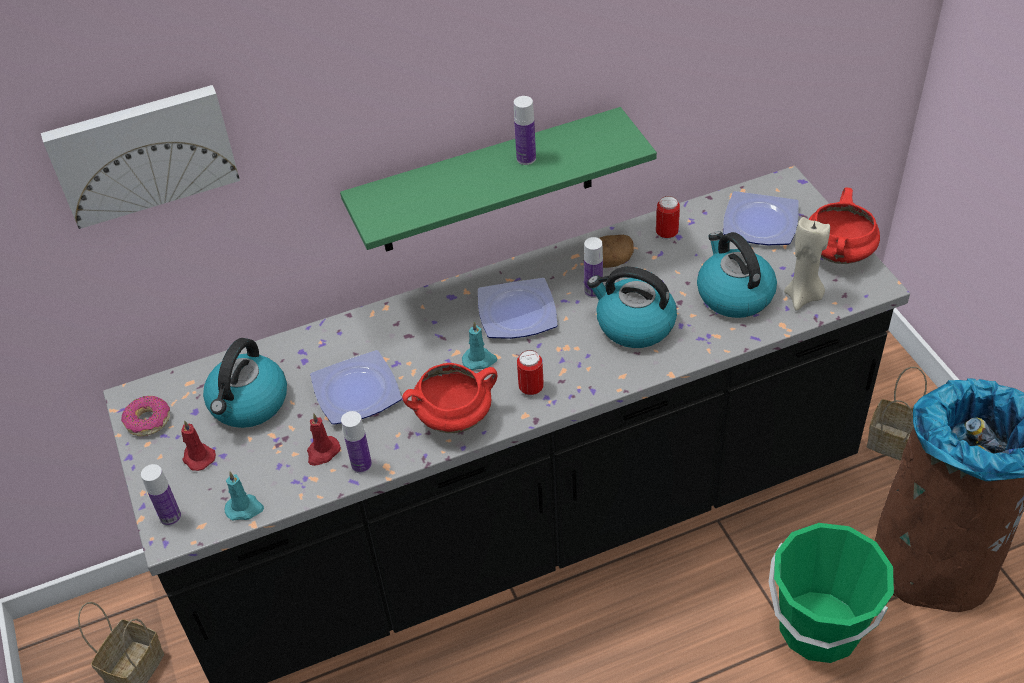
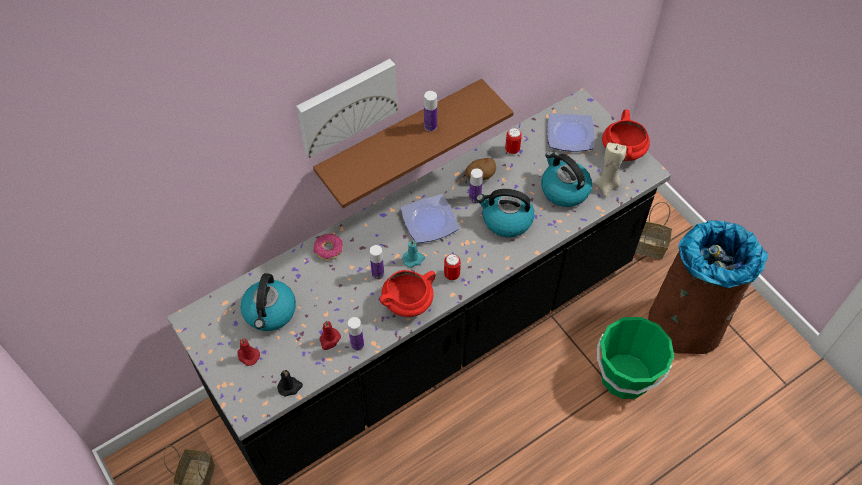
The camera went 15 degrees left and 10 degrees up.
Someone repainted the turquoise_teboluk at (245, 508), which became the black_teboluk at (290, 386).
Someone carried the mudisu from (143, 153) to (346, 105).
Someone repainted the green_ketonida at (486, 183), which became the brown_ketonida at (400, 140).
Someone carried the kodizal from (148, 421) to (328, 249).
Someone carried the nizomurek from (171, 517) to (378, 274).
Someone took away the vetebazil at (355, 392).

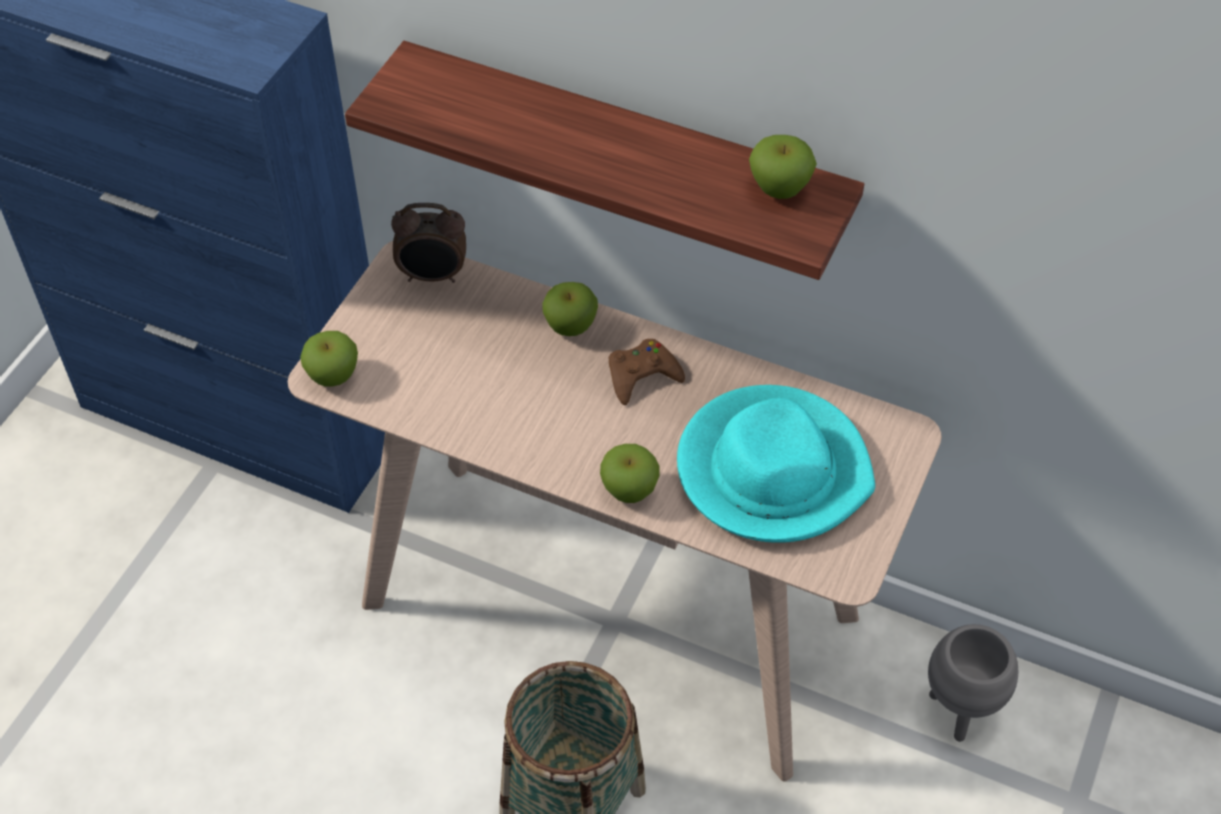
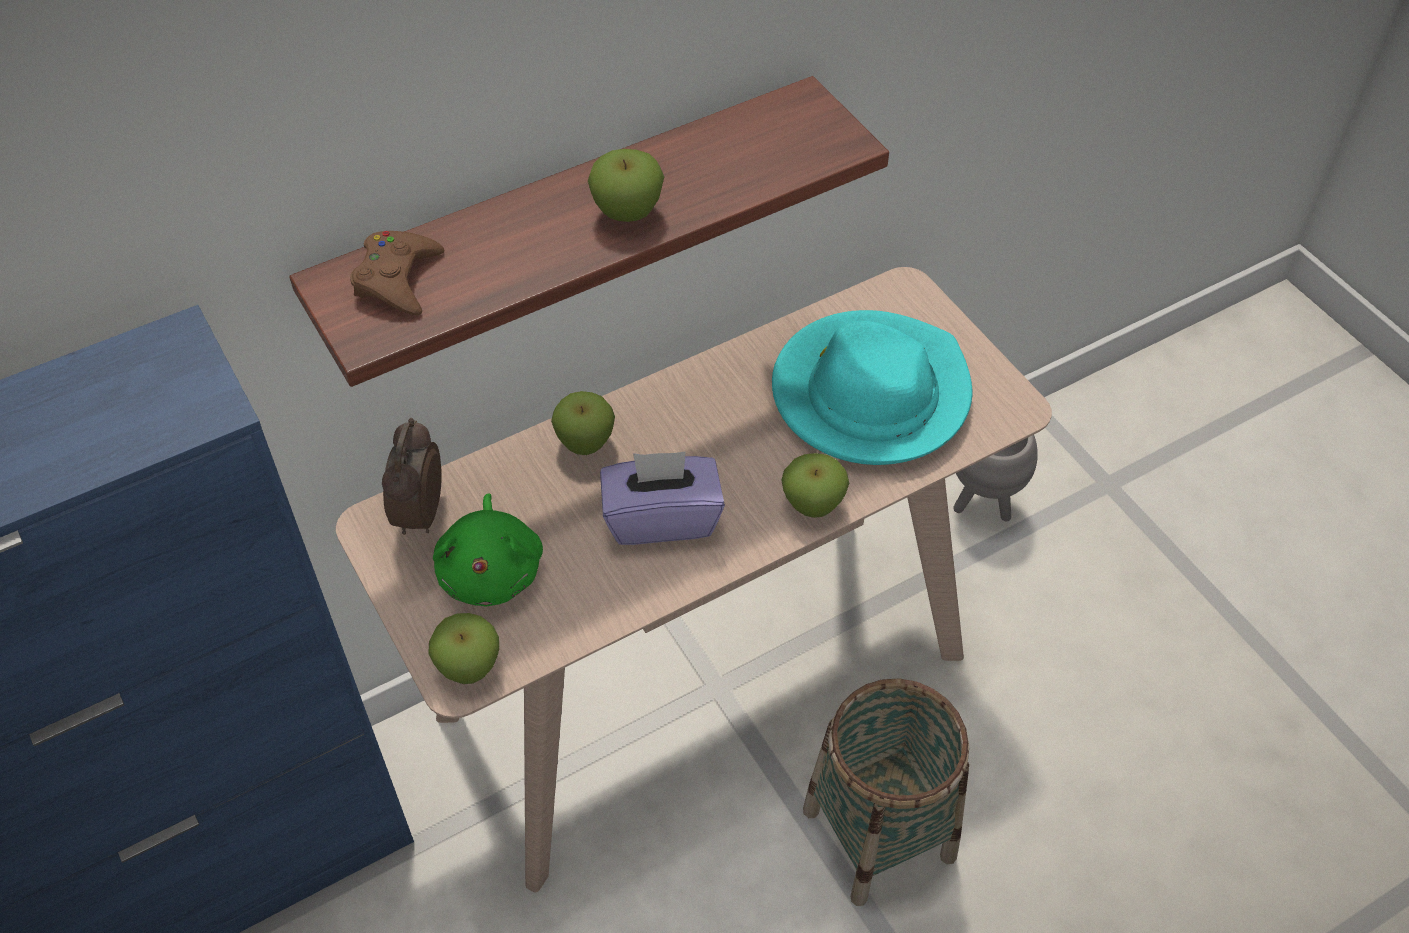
The camera went 55 degrees left and 0 degrees up.
Someone carried the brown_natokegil from (642, 375) to (397, 279).
Someone rotated the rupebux at (433, 276) by 150 degrees clockwise.
Someone put down the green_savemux at (492, 571).
Someone carried the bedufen from (779, 189) to (627, 212).
Someone put down the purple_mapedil at (662, 518).

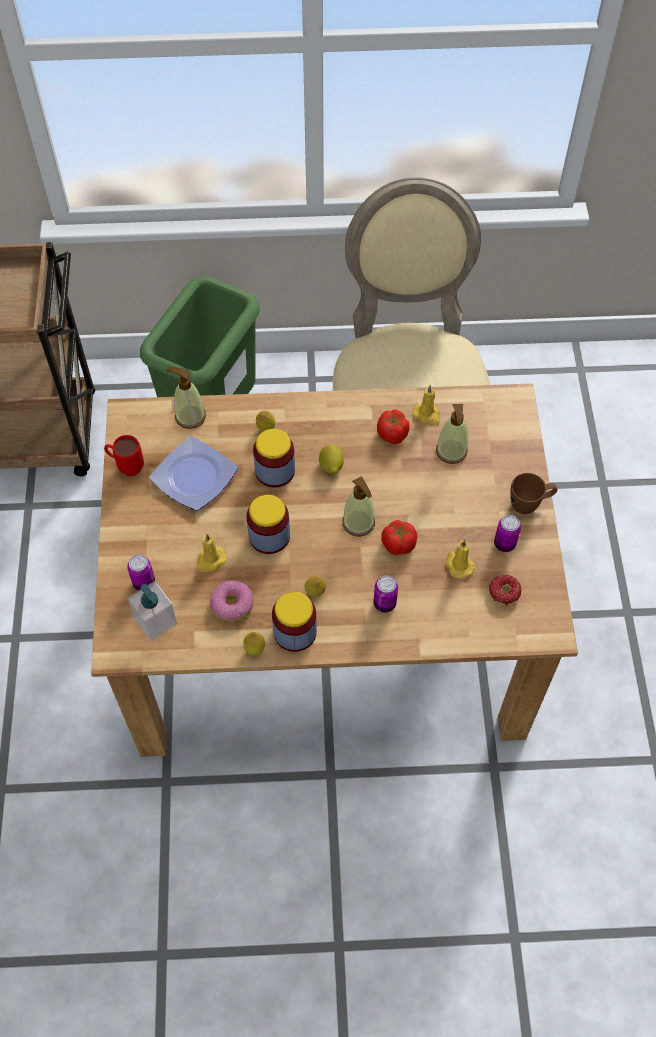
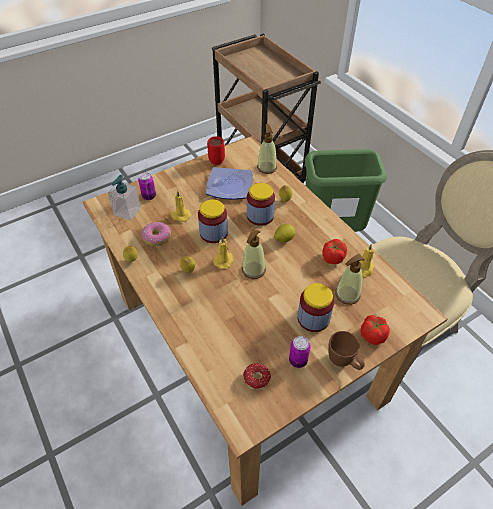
The camera went 60 degrees right and 10 degrees down.
Someone carried the yellow_teboluk from (458, 565) to (224, 261).
Someone carried the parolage from (295, 632) to (313, 318).
Someone carried the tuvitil from (398, 544) to (372, 335).
Someone took away the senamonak at (384, 603).

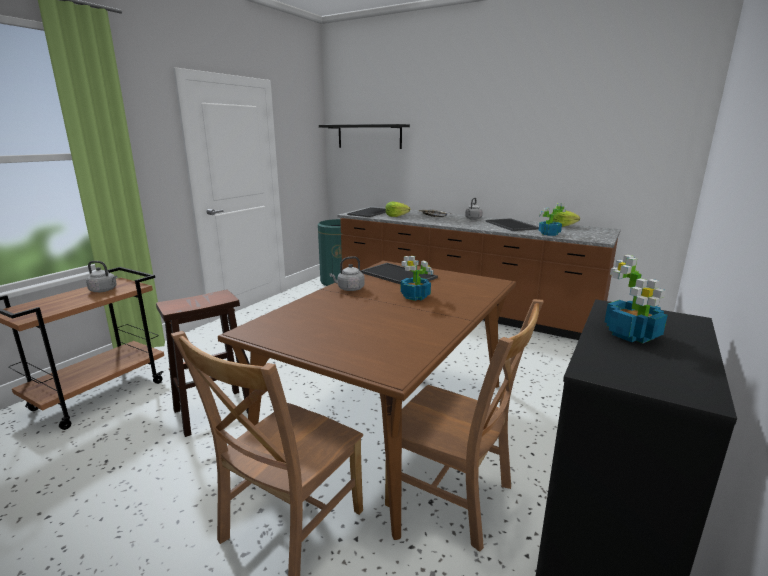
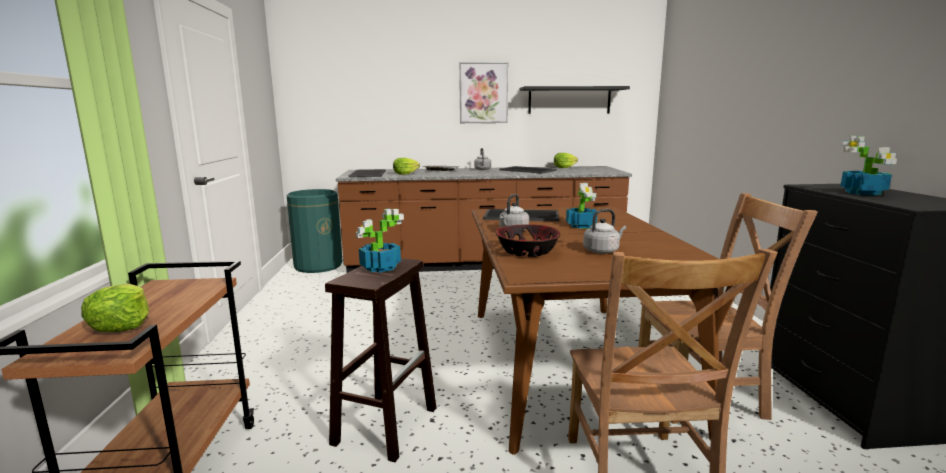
The camera went 35 degrees left and 5 degrees down.
Someone put down the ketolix at (122, 325).
Someone carried the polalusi from (548, 234) to (379, 267).
Someone put up the mudisu at (483, 93).
Someone put down the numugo at (527, 252).
Someone carried the black_ketonida from (369, 136) to (569, 100).
Someone carried the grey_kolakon from (104, 290) to (602, 251).

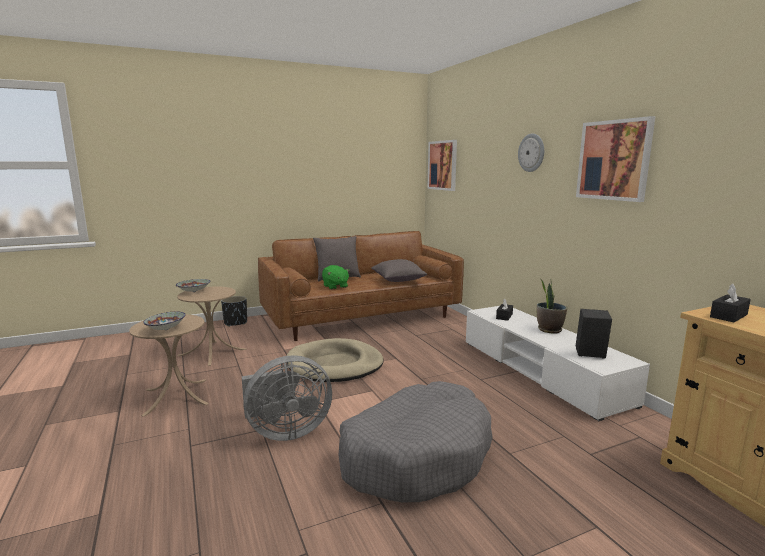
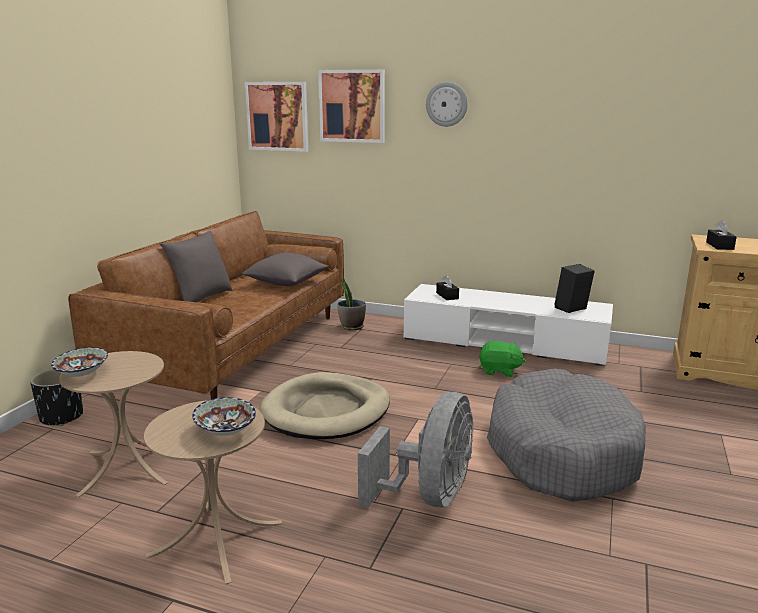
The camera went 45 degrees left and 5 degrees up.
Someone carried the mudisu from (614, 160) to (352, 106).
Someone carried the polalusi from (549, 330) to (351, 327).
Someone carried the green_savemux from (335, 286) to (499, 371).

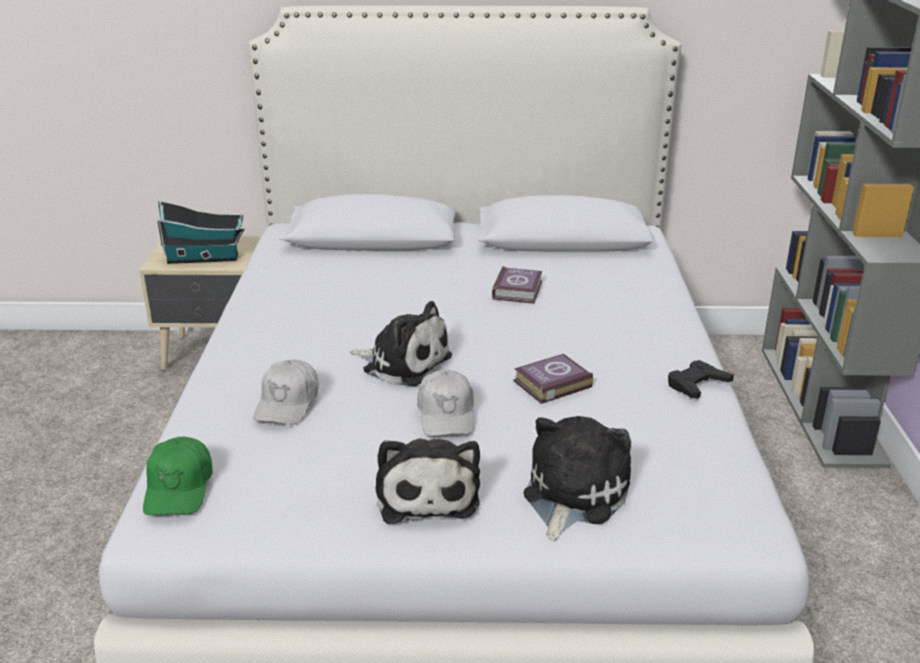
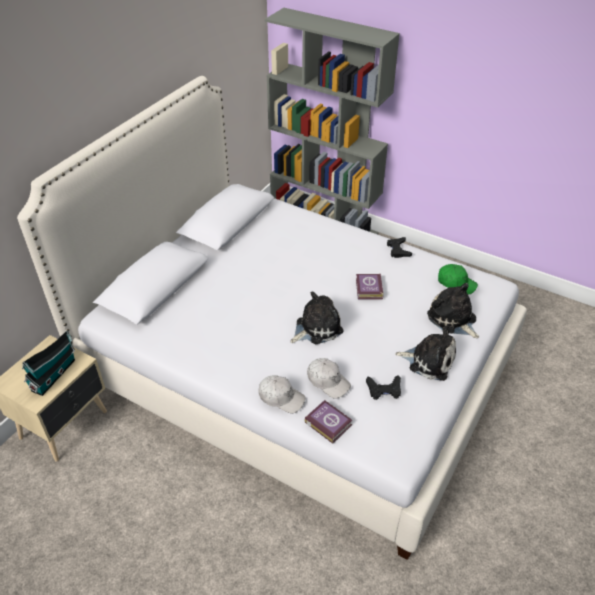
The camera went 60 degrees left and 15 degrees up.
Someone carried the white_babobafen from (446, 414) to (281, 397).
Someone carried the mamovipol from (518, 290) to (328, 423).
Someone put down the black_natokegil at (384, 390).
Someone carried the green_babobafen from (179, 488) to (456, 283).

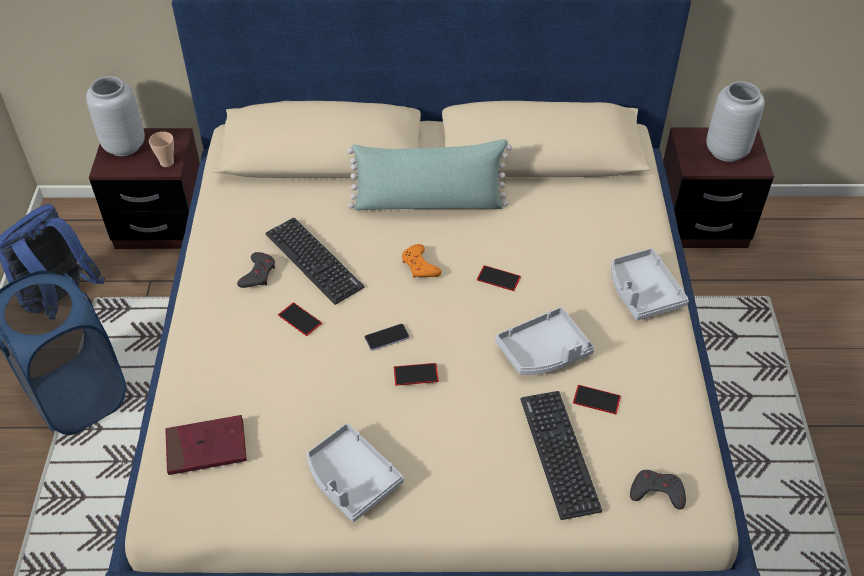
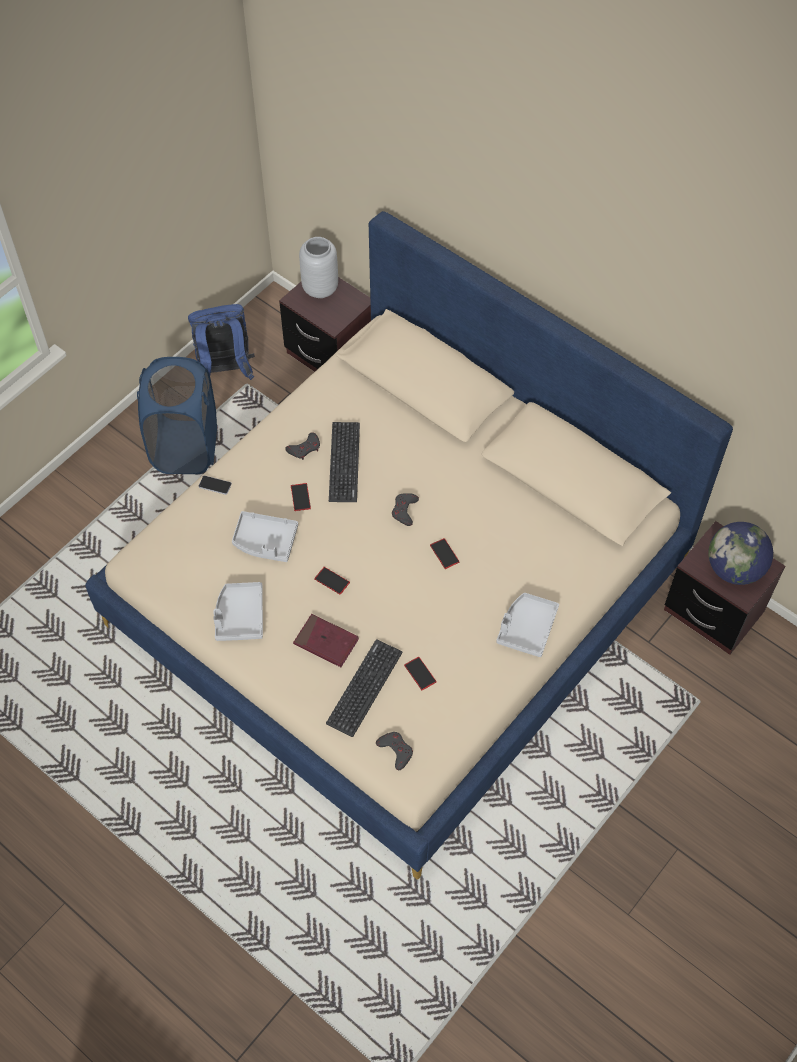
The camera went 40 degrees right and 10 degrees up.
Someone carried the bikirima from (387, 337) to (215, 485).
Someone carried the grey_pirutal from (544, 352) to (265, 541).
Someone carried the red_mamovipol from (206, 447) to (326, 642).
Someone repainted the orange_natokegil at (420, 266), which became the grey_natokegil at (404, 510).
Someone swapped the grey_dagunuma at (726, 152) for the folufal at (734, 569).
Someone took away the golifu at (167, 162).
Someone took away the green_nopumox at (429, 203).

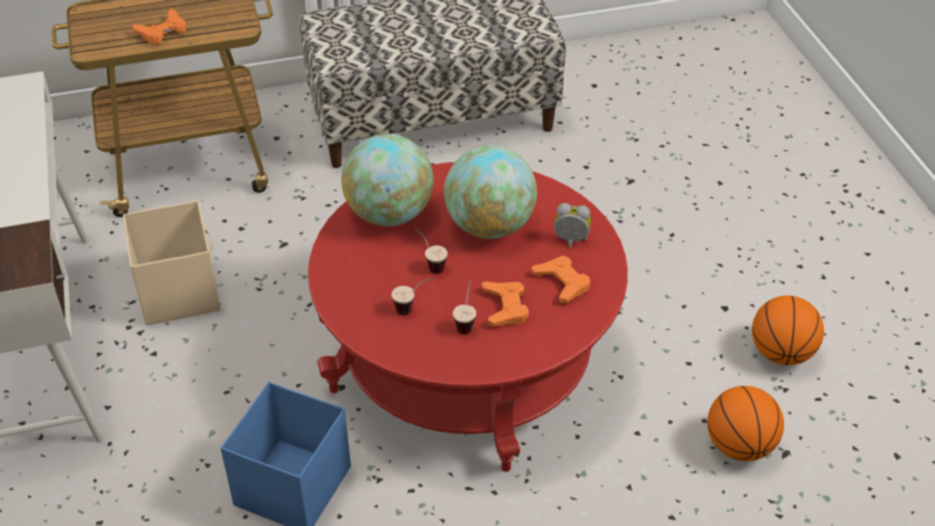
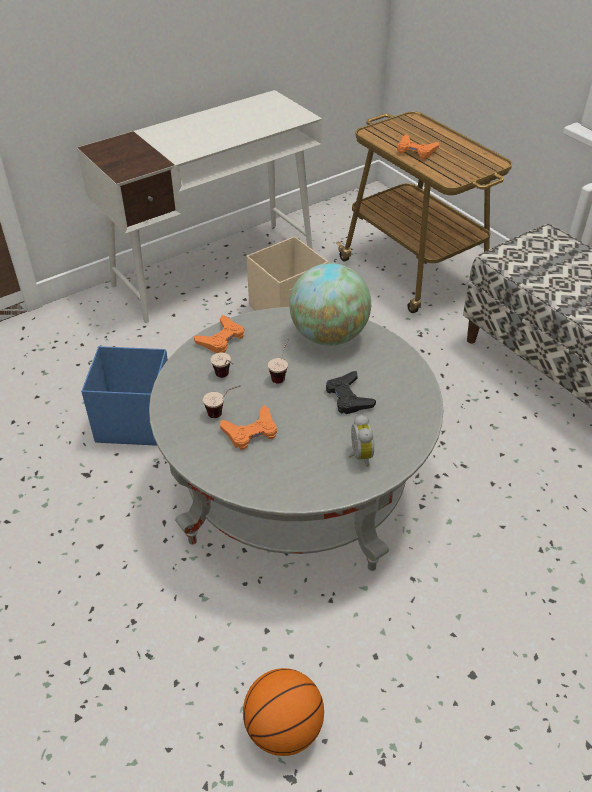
The camera went 70 degrees right and 0 degrees up.
Someone repainted the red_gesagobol at (467, 362), which became the grey_gesagobol at (296, 484).
Someone carried the orange_natokegil from (562, 282) to (221, 339).
Someone swapped the folufal at (489, 226) for the black_natokegil at (348, 397).
Someone took away the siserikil at (781, 353).

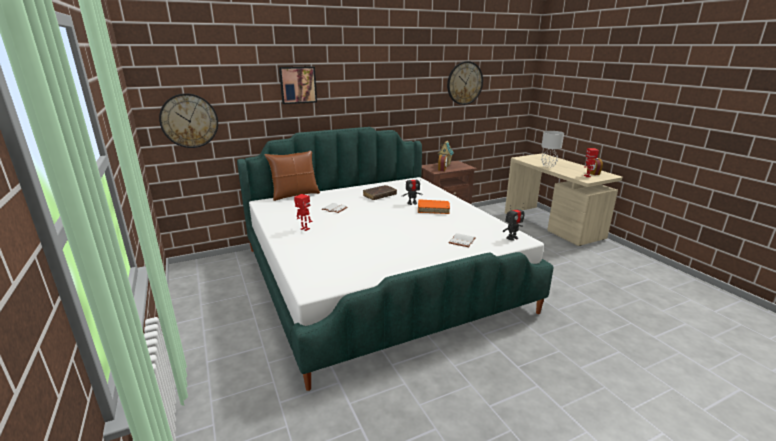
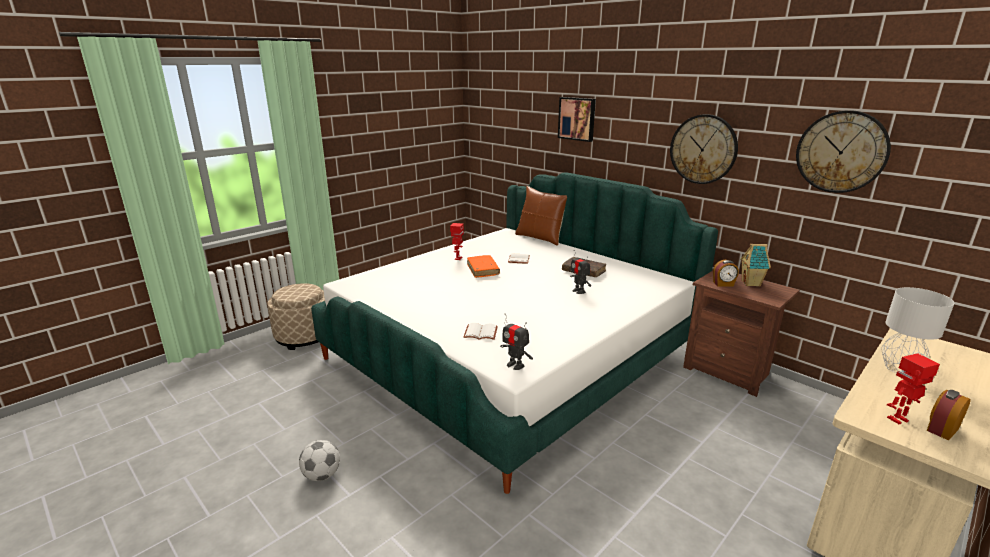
The camera went 70 degrees right and 0 degrees up.
Someone put down the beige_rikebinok at (303, 336).
Someone put down the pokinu at (321, 475).
Someone carried the orange_mamovipol from (433, 210) to (483, 270).
Someone carried the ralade from (189, 121) to (703, 149).

